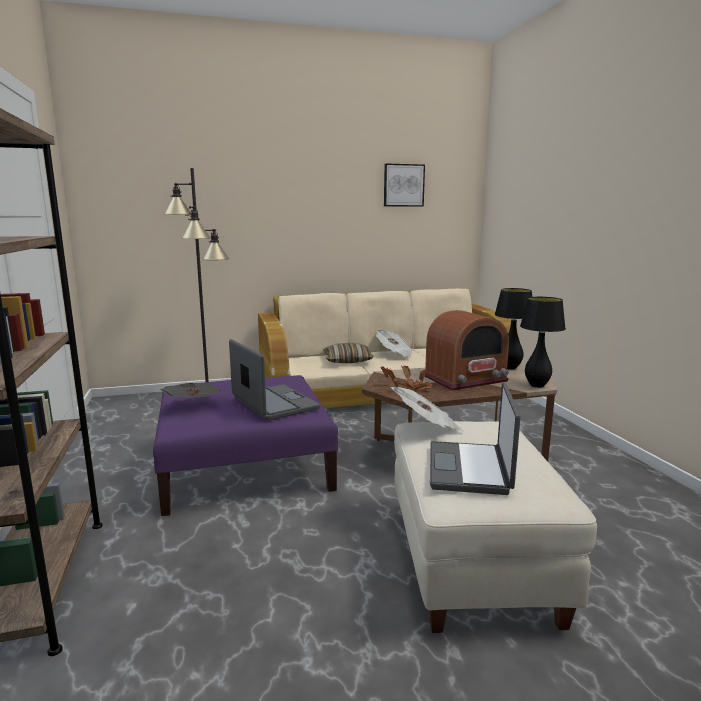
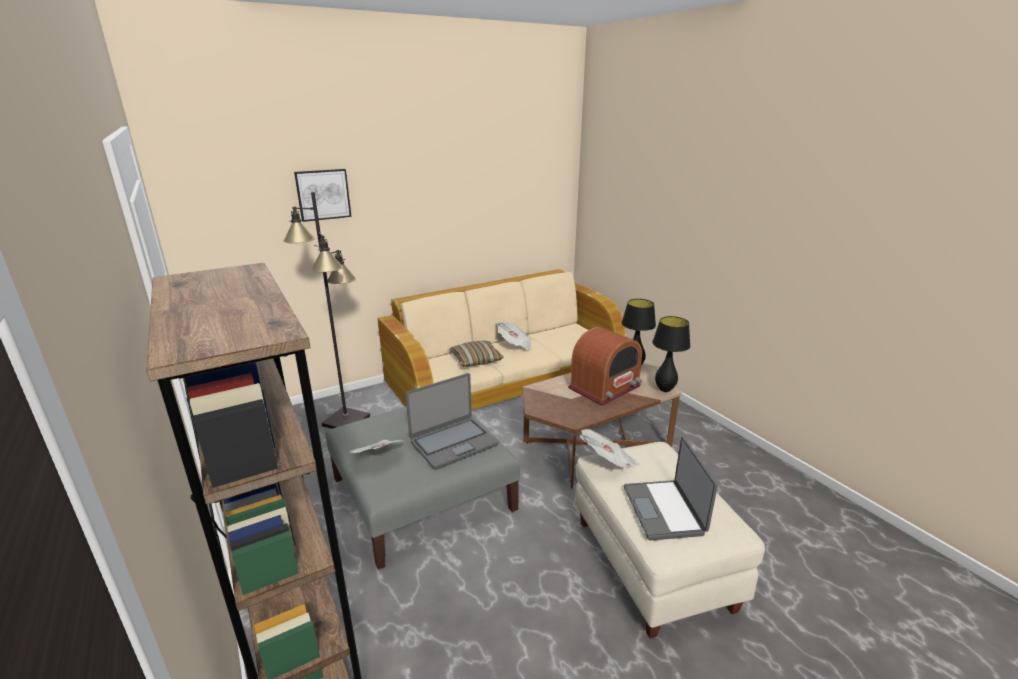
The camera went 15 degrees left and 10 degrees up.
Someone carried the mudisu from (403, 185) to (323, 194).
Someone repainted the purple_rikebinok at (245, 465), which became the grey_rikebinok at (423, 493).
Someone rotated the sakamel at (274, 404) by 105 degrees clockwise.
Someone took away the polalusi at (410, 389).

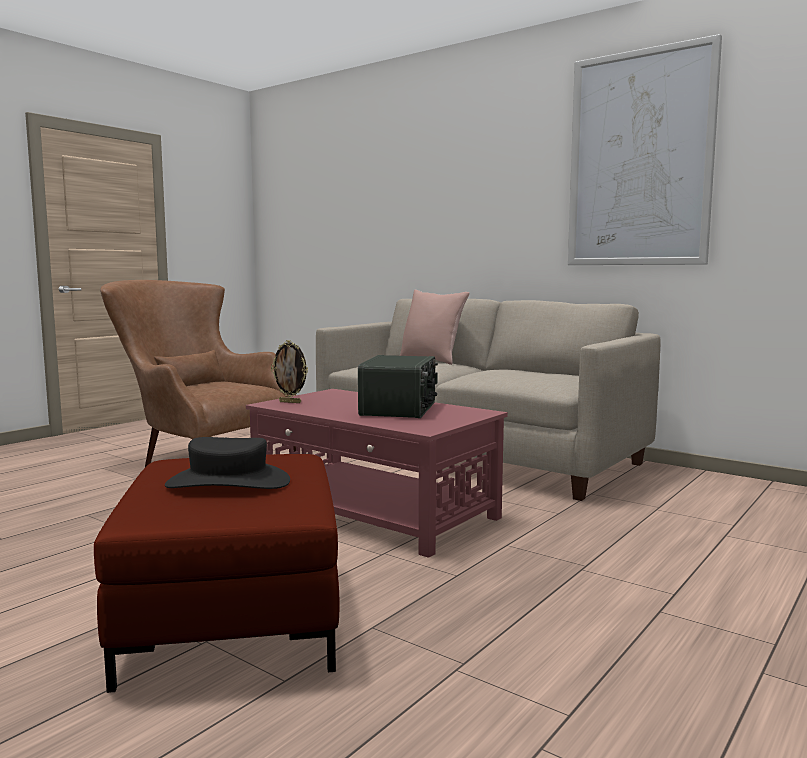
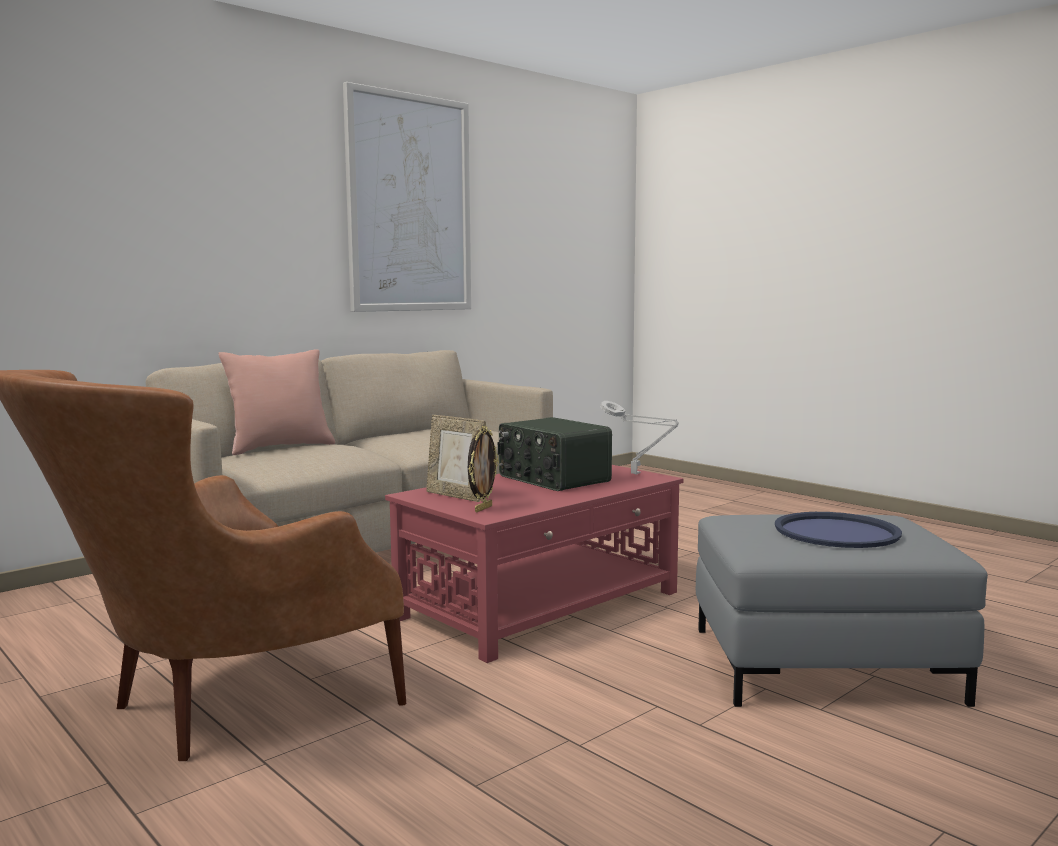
The camera went 80 degrees left and 0 degrees up.
Someone put down the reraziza at (456, 496).
Someone rotated the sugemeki at (400, 409) by 150 degrees counterclockwise.
Someone put down the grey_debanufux at (638, 474).
Someone repainted the red_rikebinok at (232, 617), which became the grey_rikebinok at (821, 665).
Someone swapped the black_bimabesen at (228, 482) for the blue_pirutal at (836, 532).

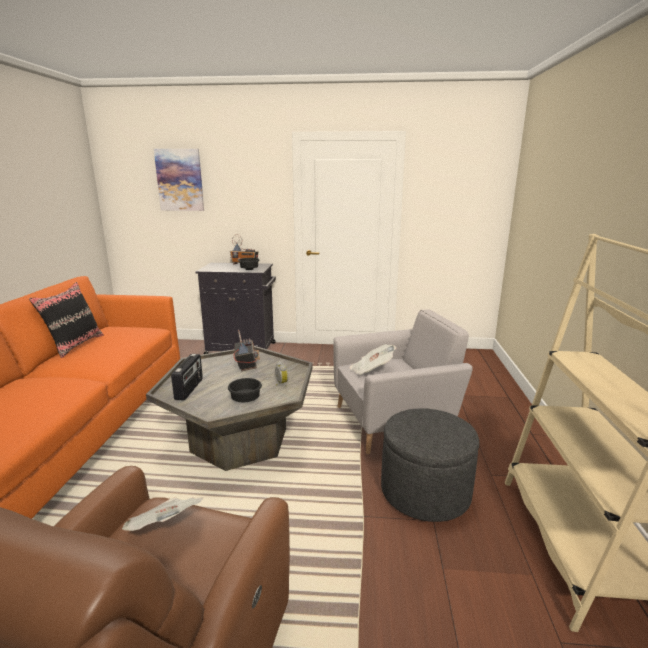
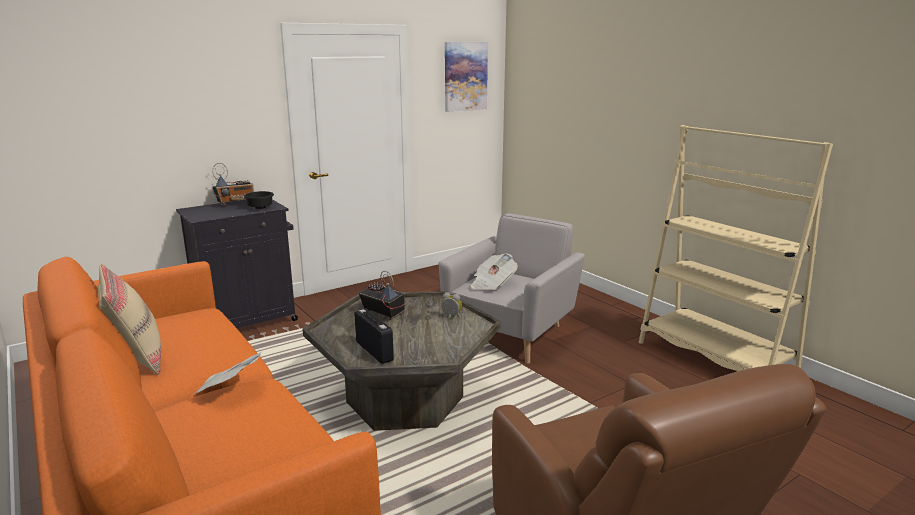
The camera went 40 degrees left and 0 degrees up.
Someone repainted the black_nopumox at (75, 345), which became the beige_nopumox at (137, 358).
Someone carried the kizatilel from (166, 528) to (230, 389).
Someone carried the mudisu from (180, 180) to (465, 76).
Someone took away the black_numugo at (245, 400).
Someone took away the grey_rikebinok at (425, 492).

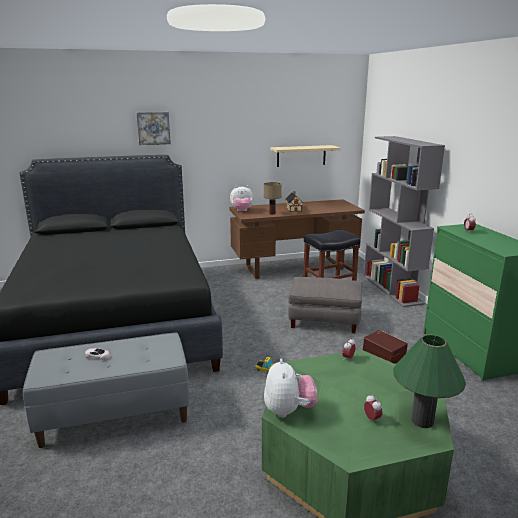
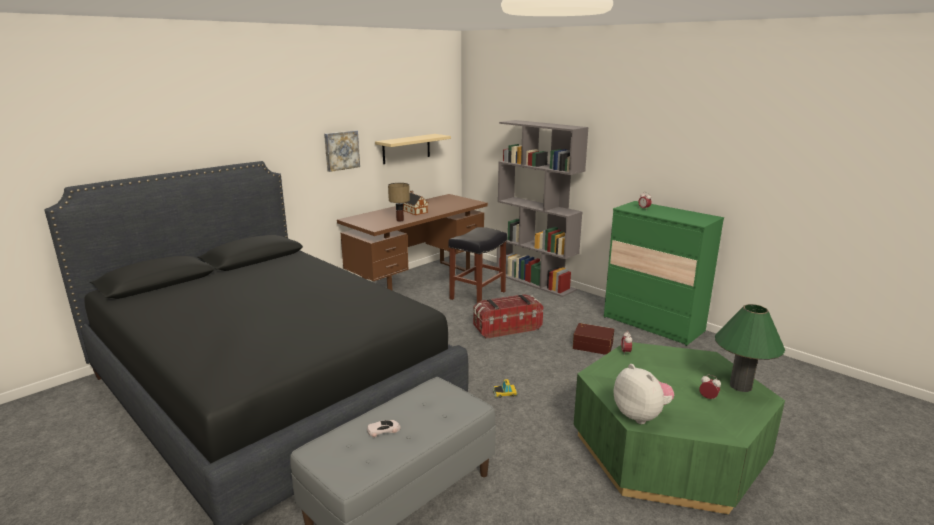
The camera went 30 degrees left and 0 degrees up.
Someone carried the mudisu from (153, 128) to (341, 150).
Someone swapped the grey_rikebinok at (323, 320) for the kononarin at (506, 328).
Someone took away the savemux at (242, 211).

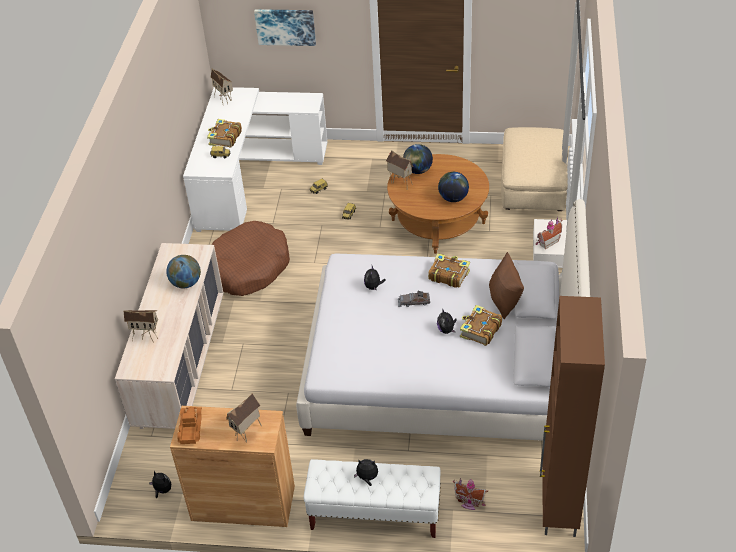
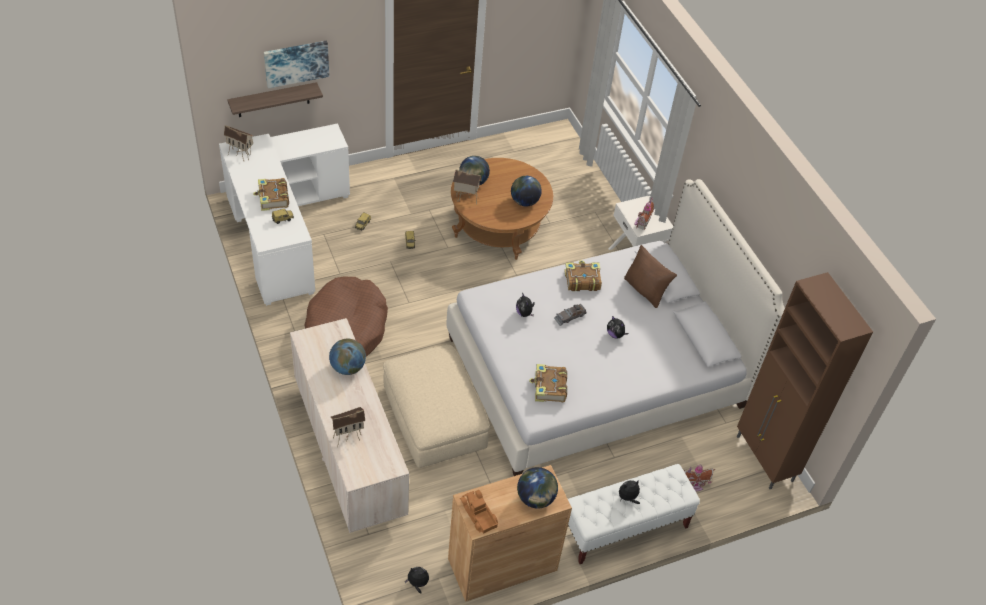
The camera went 35 degrees left and 5 degrees up.
Someone put up the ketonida at (273, 100).
Someone carried the beige_rikebinok from (533, 183) to (434, 418).
Someone swapped the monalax at (248, 433) for the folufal at (535, 498).
Someone carried the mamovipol from (480, 330) to (549, 388).

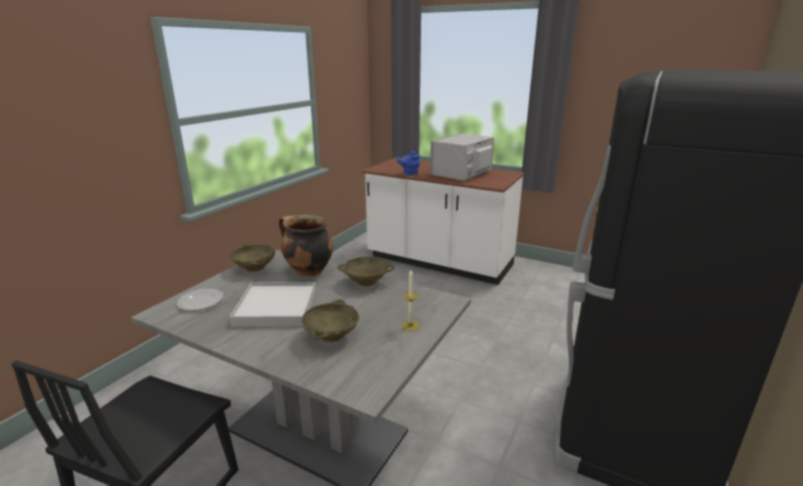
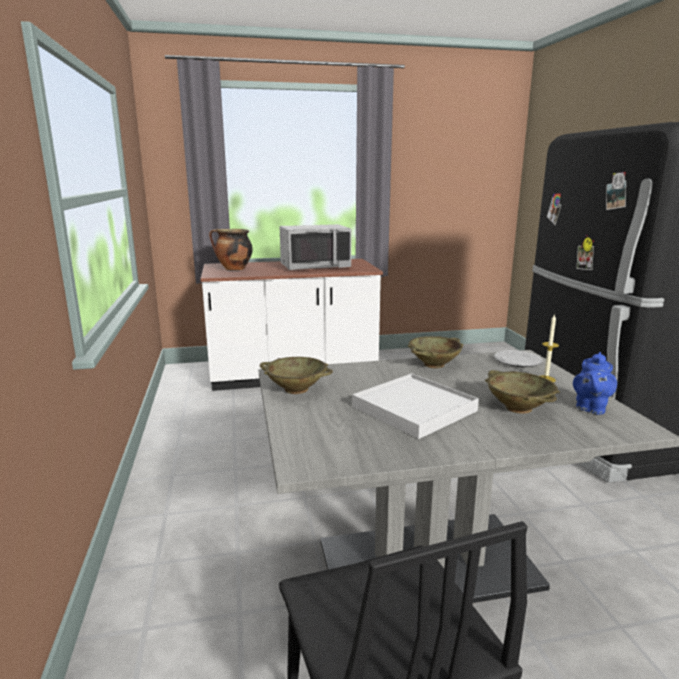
The camera went 40 degrees left and 5 degrees down.
Someone carried the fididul from (307, 271) to (233, 269).
Someone rotated the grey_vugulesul at (462, 174) by 105 degrees counterclockwise.
Someone carried the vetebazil from (201, 302) to (518, 361).
Someone carried the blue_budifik from (409, 174) to (590, 408).

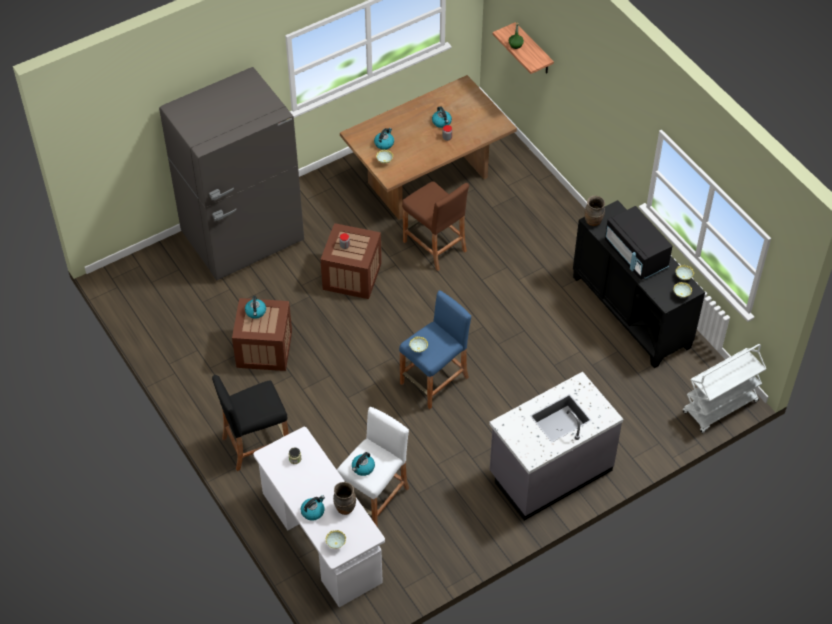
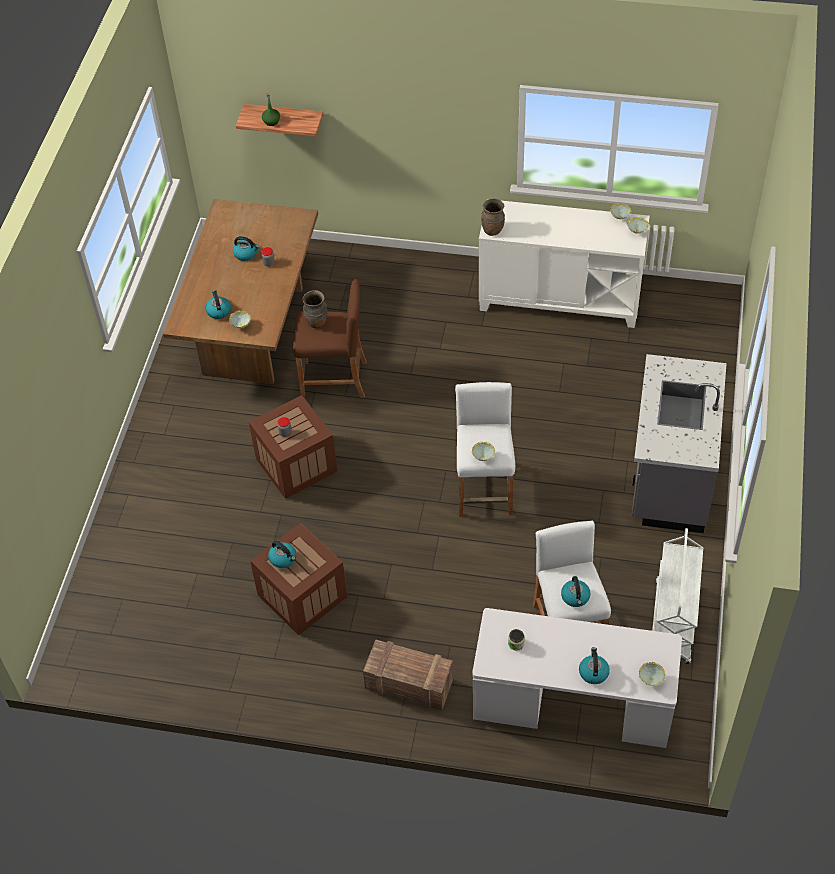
The camera went 45 degrees left and 0 degrees up.
Someone carried the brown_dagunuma from (345, 508) to (316, 322).
Someone swapped the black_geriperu at (256, 444) for the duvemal at (408, 684).
Someone repainted the blue_geriperu at (434, 381), which became the white_geriperu at (484, 488).
Someone repainted the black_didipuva at (631, 311), which became the white_didipuva at (560, 299).
Someone carried the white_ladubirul from (720, 408) to (673, 623).
Someone took away the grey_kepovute at (243, 239).
Someone took away the black_vugulesul at (636, 255).

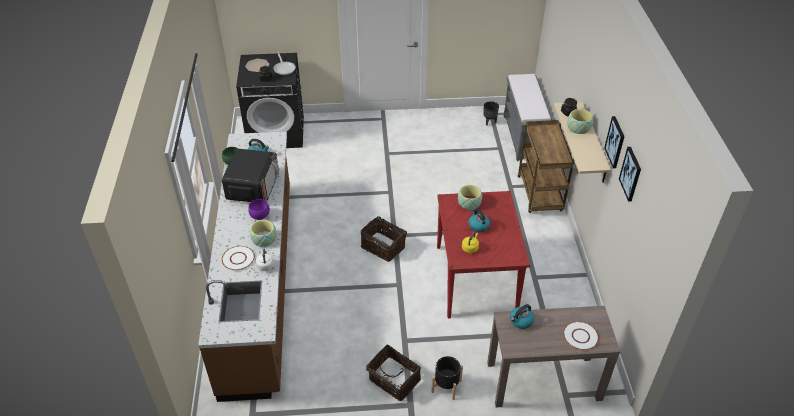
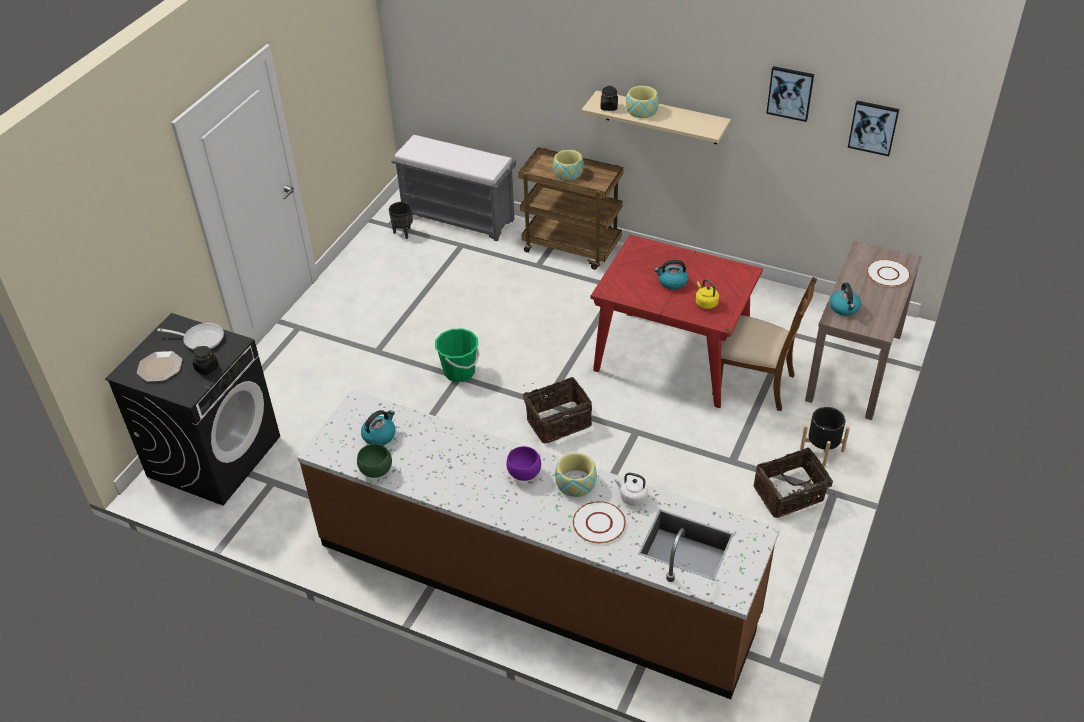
The camera went 60 degrees left and 0 degrees up.
Someone put down the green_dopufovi at (459, 372).
Someone carried the numugo from (469, 202) to (568, 172).
Someone put down the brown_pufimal at (755, 384).
Someone carried the mudisu from (615, 142) to (873, 127).
Someone took away the vugulesul at (253, 187).

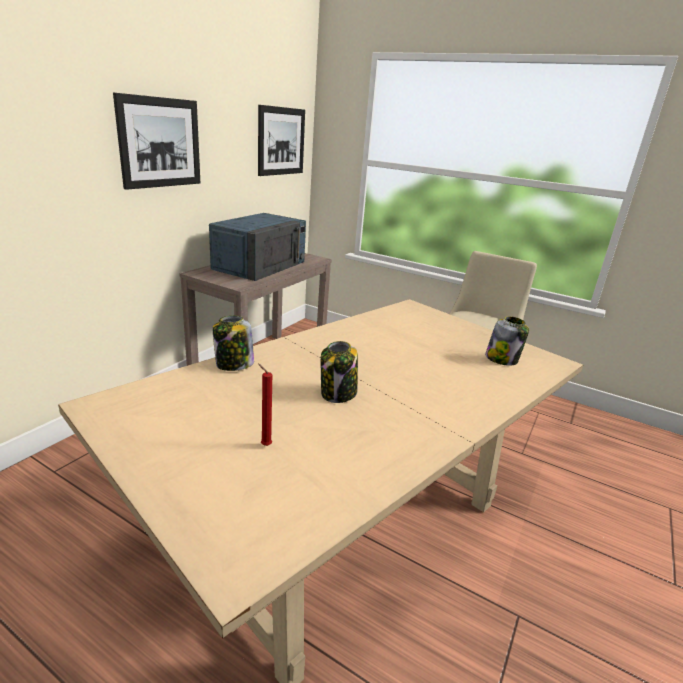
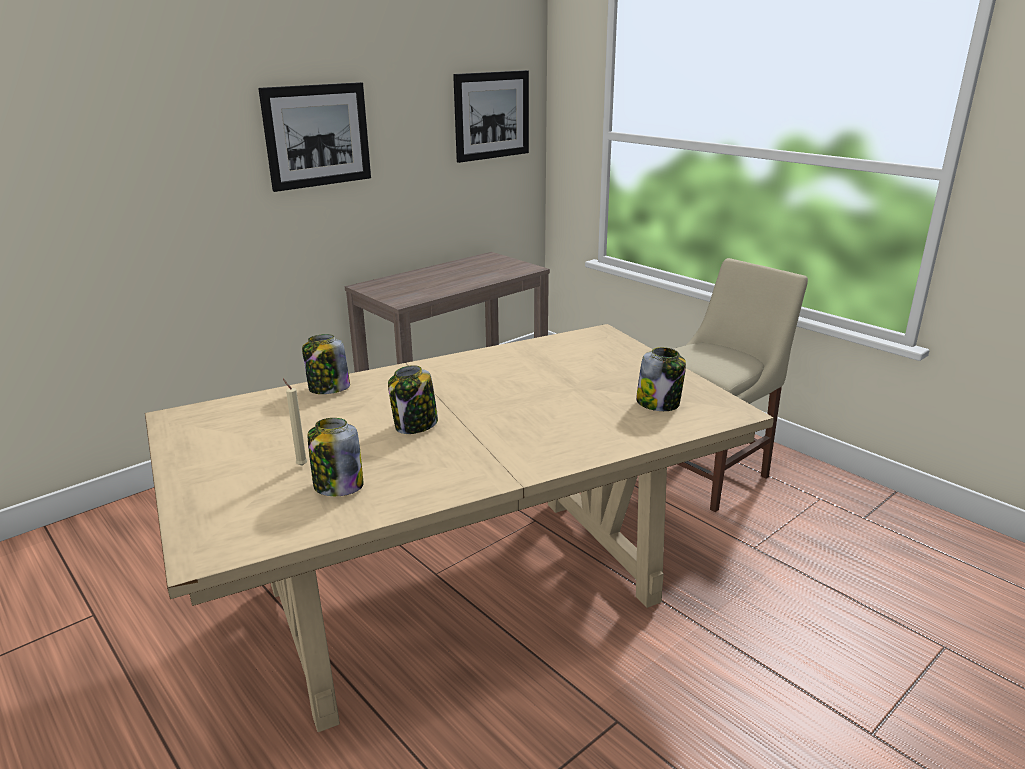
The camera went 20 degrees right and 0 degrees up.
Someone repainted the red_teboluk at (264, 445), which became the beige_teboluk at (300, 465).
Someone put down the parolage at (337, 486).
Someone took away the blue_vugulesul at (260, 265).

